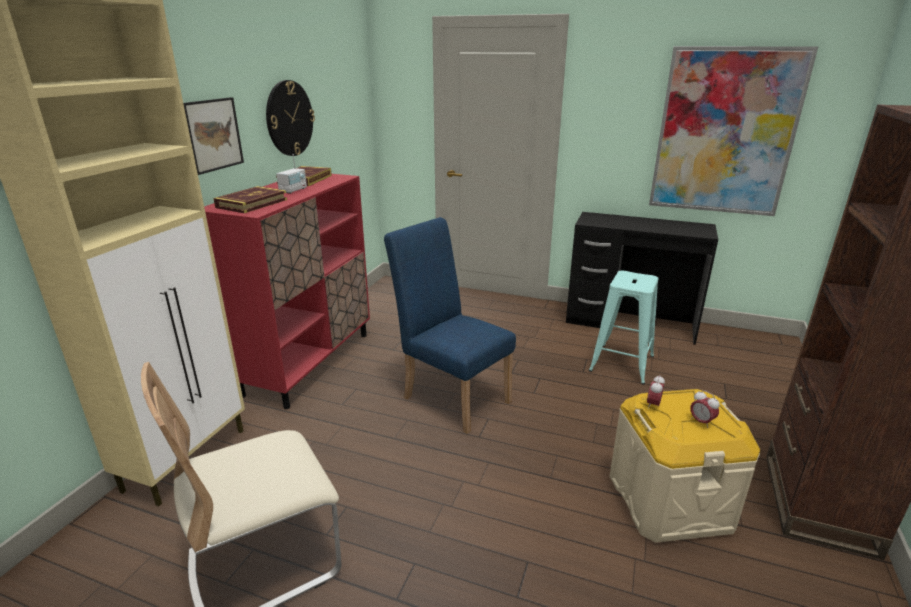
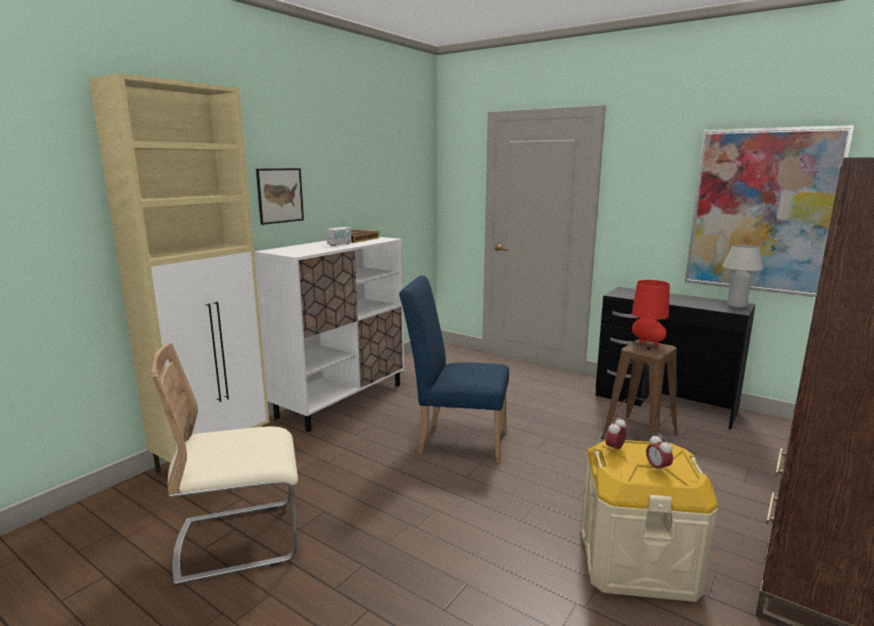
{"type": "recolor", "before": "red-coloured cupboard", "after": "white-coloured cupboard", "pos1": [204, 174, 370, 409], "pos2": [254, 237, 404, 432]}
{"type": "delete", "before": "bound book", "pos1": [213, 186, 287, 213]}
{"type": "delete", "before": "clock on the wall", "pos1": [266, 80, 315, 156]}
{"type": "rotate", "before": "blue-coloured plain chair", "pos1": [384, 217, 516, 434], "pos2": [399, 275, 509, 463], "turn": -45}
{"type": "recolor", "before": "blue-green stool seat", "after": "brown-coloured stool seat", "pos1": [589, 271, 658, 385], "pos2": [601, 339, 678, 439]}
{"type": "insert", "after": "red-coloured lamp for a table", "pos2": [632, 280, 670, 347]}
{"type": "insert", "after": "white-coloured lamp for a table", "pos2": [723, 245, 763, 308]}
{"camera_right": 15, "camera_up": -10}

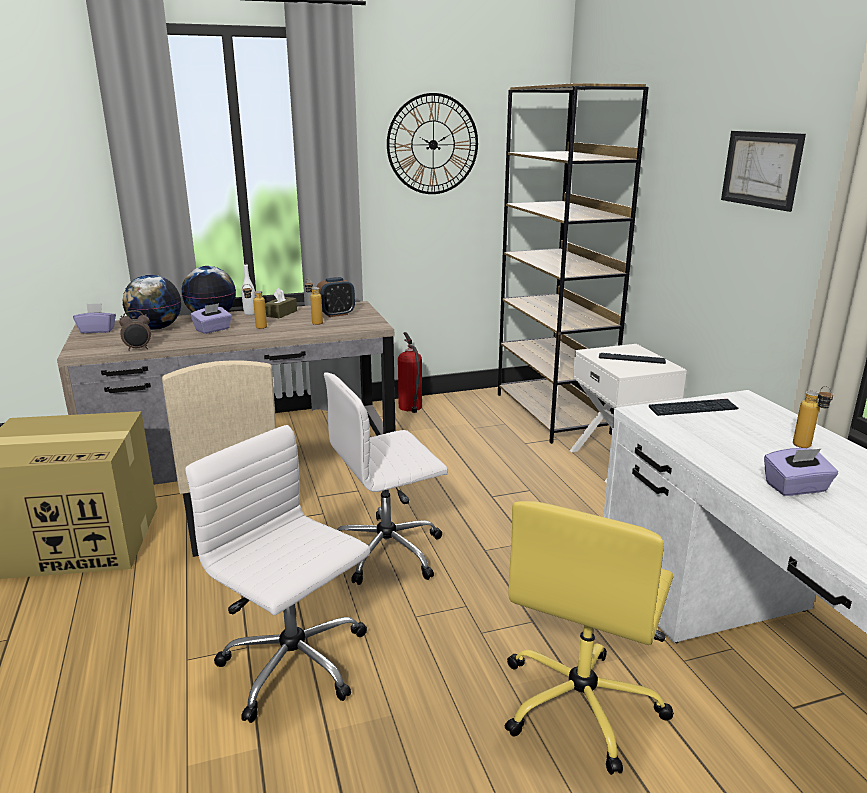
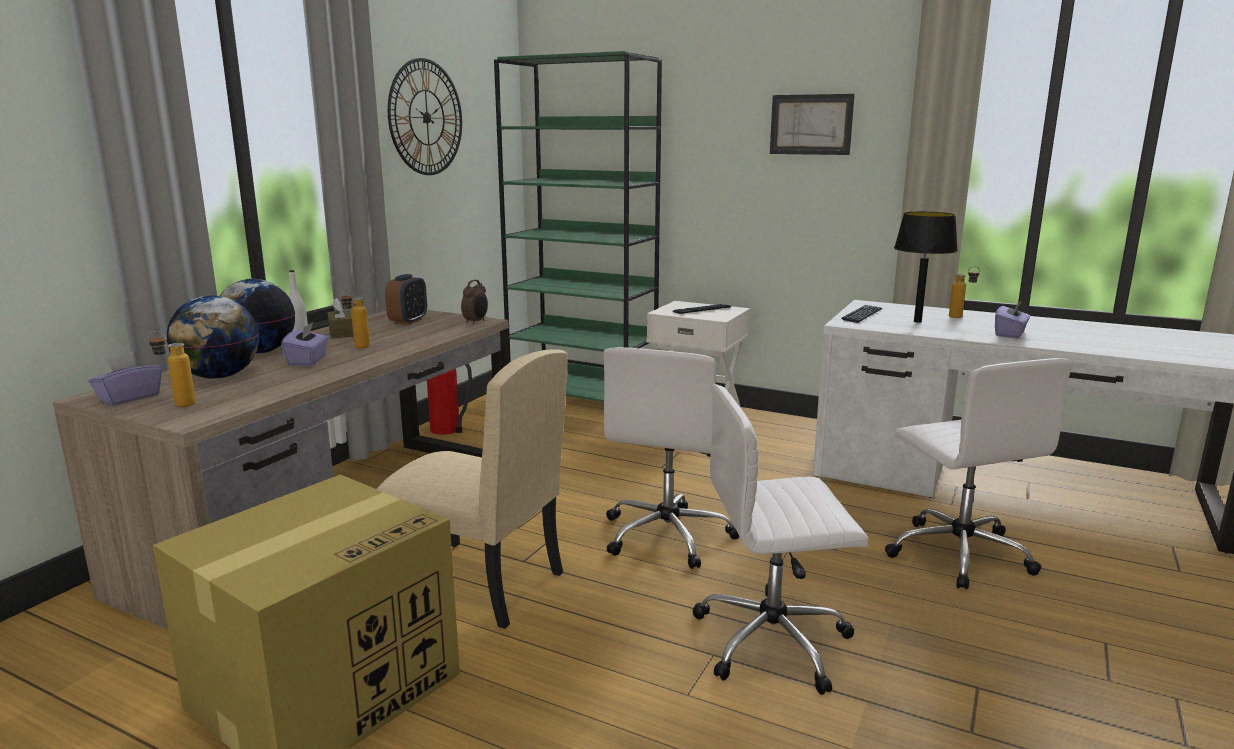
{"type": "move", "before": "alarm clock", "pos1": [119, 310, 151, 351], "pos2": [461, 280, 488, 325]}
{"type": "move", "before": "drink bottle", "pos1": [305, 279, 323, 325], "pos2": [149, 331, 196, 407]}
{"type": "recolor", "before": "brown-coloured bookcase", "after": "green-coloured bookcase", "pos1": [498, 83, 649, 444], "pos2": [494, 51, 662, 402]}
{"type": "recolor", "before": "yellow-coloured office chair", "after": "white-coloured office chair", "pos1": [505, 501, 674, 775], "pos2": [885, 358, 1073, 589]}
{"type": "insert", "after": "black-coloured lamp for a table", "pos2": [894, 211, 958, 323]}
{"camera_right": -45, "camera_up": -5}

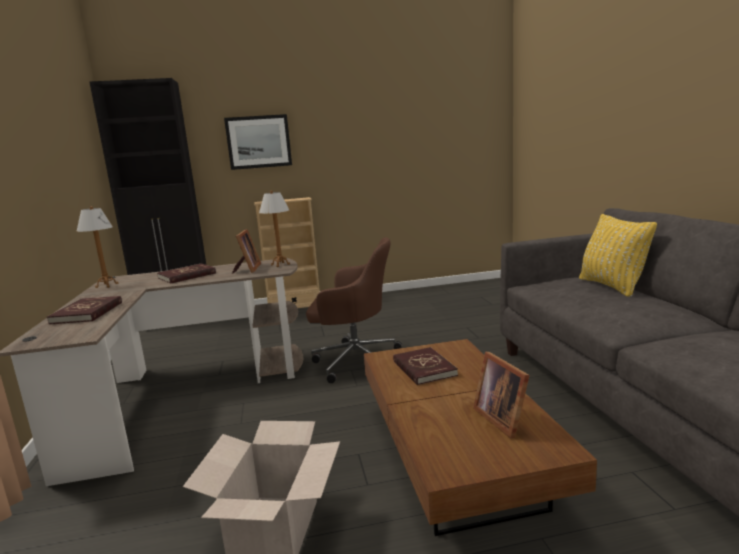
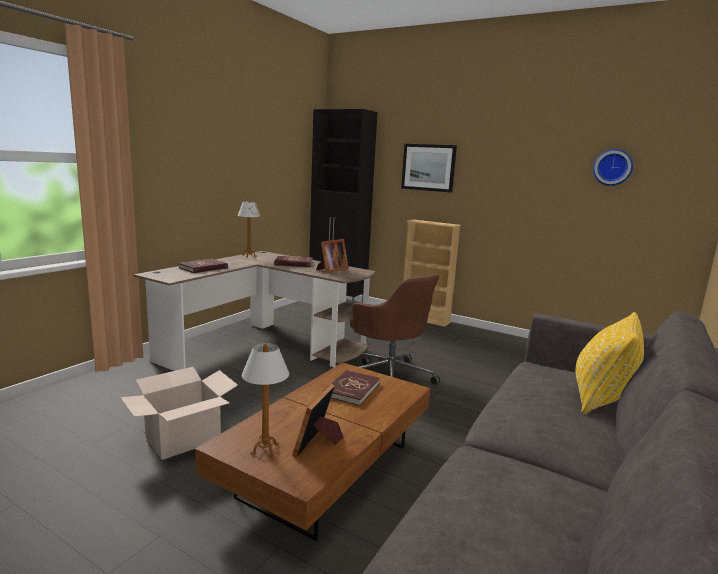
{"type": "move", "before": "lamp for a table", "pos1": [259, 190, 290, 267], "pos2": [242, 343, 289, 457]}
{"type": "insert", "after": "clock on the wall", "pos2": [593, 149, 633, 186]}
{"camera_right": 40, "camera_up": 0}

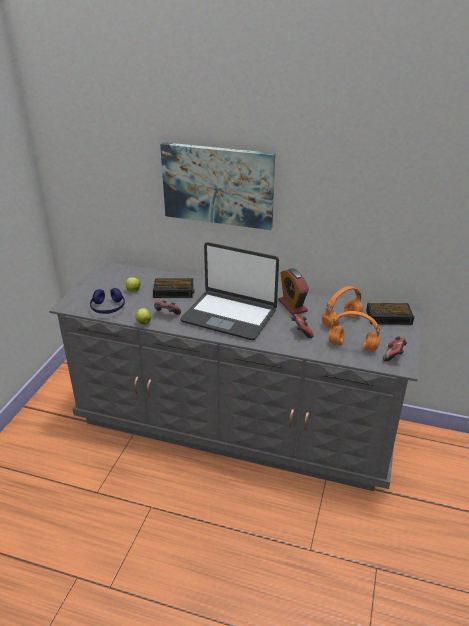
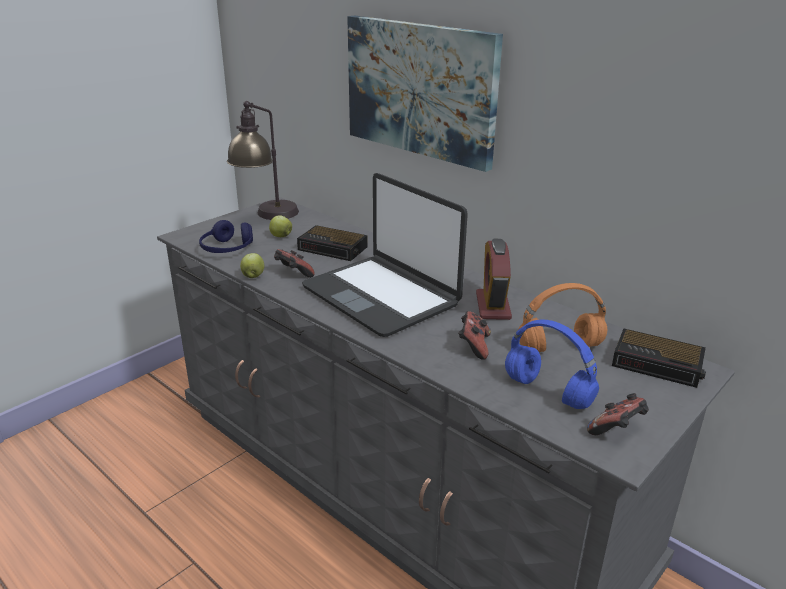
{"type": "recolor", "before": "orange-coloured headphones", "after": "blue-coloured headphones", "pos1": [329, 311, 380, 351], "pos2": [505, 320, 599, 409]}
{"type": "insert", "after": "lamp for a table", "pos2": [227, 101, 299, 220]}
{"camera_right": 25, "camera_up": -5}

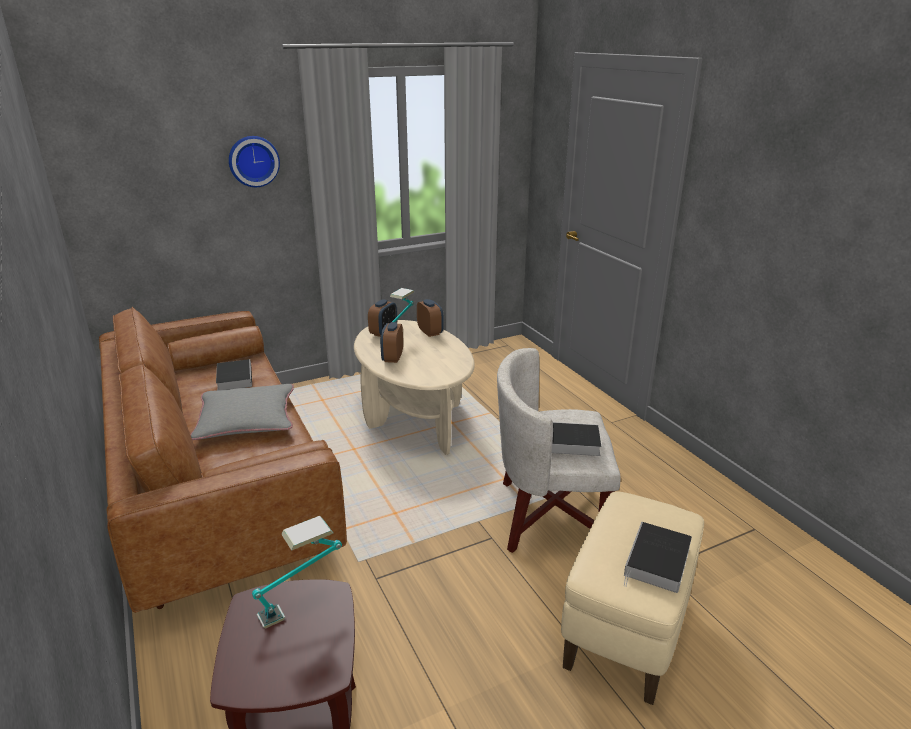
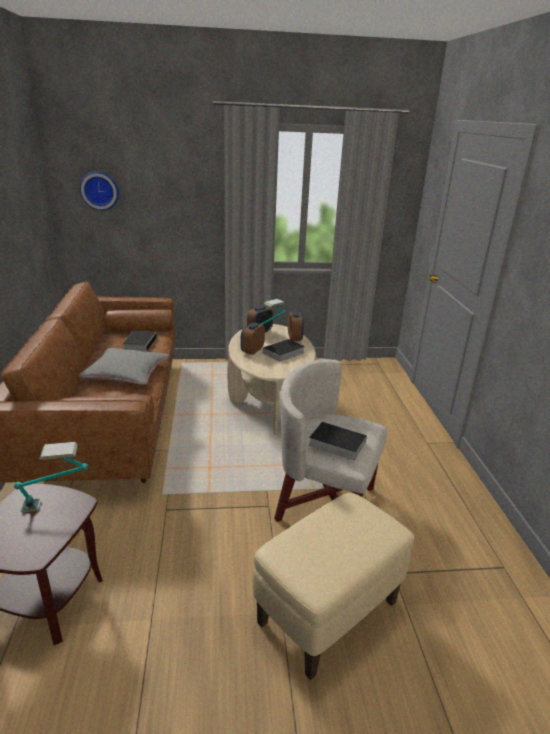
{"type": "move", "before": "clock on the wall", "pos1": [229, 136, 280, 187], "pos2": [80, 171, 119, 211]}
{"type": "move", "before": "bound book", "pos1": [624, 522, 692, 593], "pos2": [259, 339, 305, 362]}
{"camera_right": 20, "camera_up": 0}

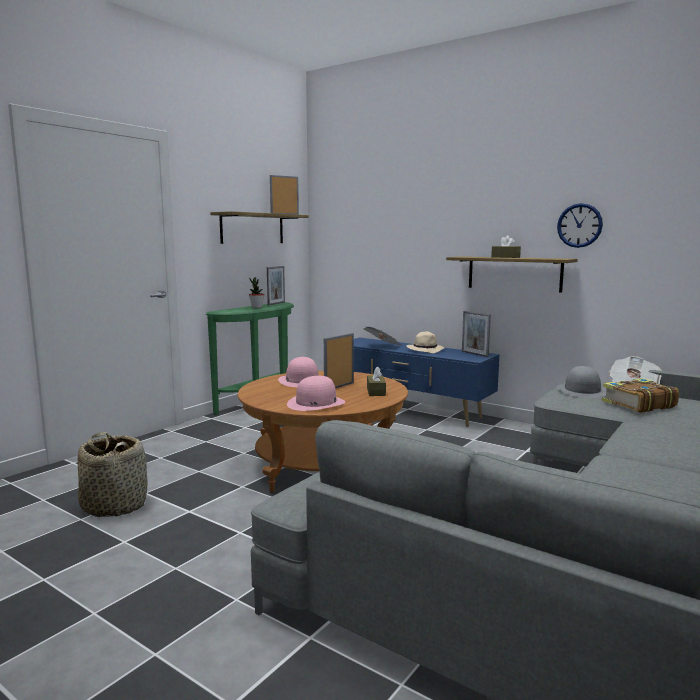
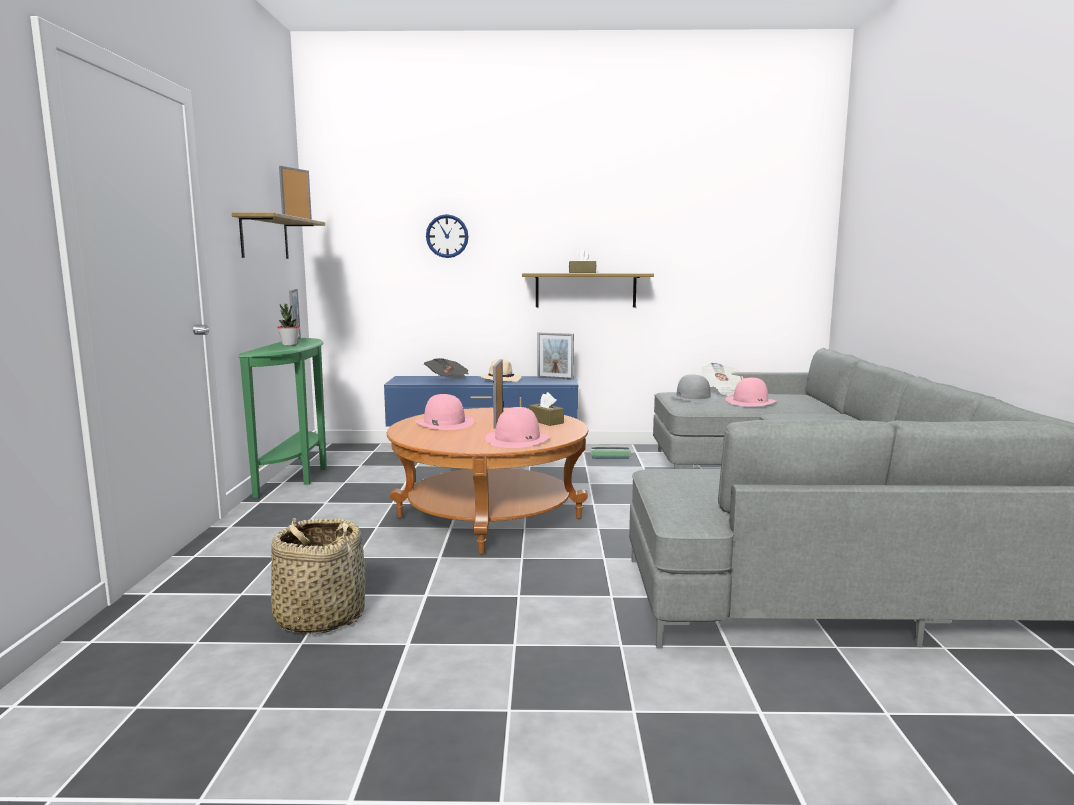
{"type": "move", "before": "clock on the wall", "pos1": [557, 203, 603, 248], "pos2": [426, 214, 469, 258]}
{"type": "replace", "before": "bound book", "after": "pinkish clothing hat", "pos1": [602, 378, 679, 413], "pos2": [726, 378, 776, 407]}
{"type": "insert", "after": "plant pot", "pos2": [590, 447, 631, 459]}
{"camera_right": -35, "camera_up": 0}

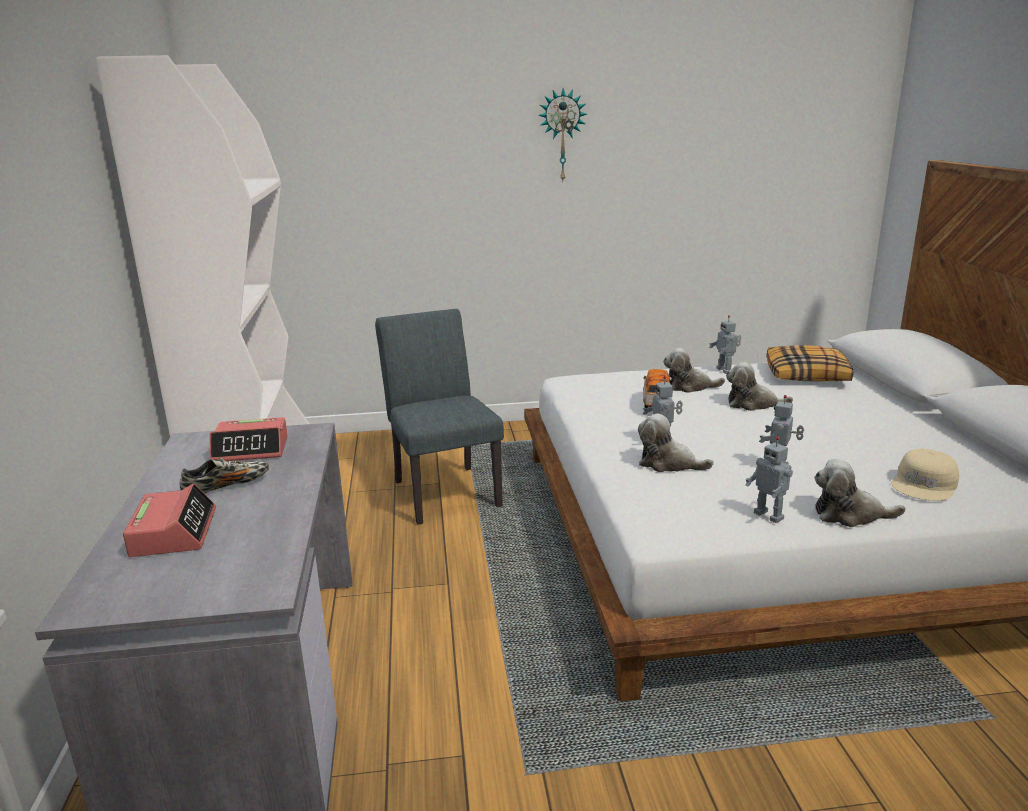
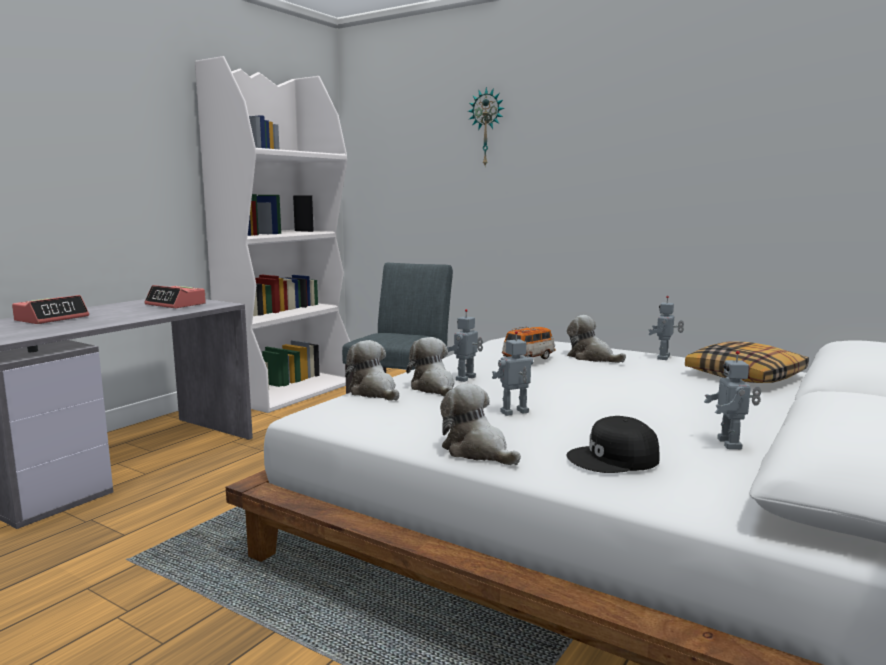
{"type": "delete", "before": "shoe", "pos1": [179, 457, 269, 494]}
{"type": "move", "before": "clock on the wall", "pos1": [538, 88, 587, 181], "pos2": [468, 87, 505, 165]}
{"type": "move", "before": "soft toy", "pos1": [726, 362, 793, 411], "pos2": [345, 340, 399, 401]}
{"type": "move", "before": "toy robot", "pos1": [745, 437, 793, 523], "pos2": [704, 351, 762, 449]}
{"type": "recolor", "before": "sand-coloured peaked cap", "after": "black-coloured peaked cap", "pos1": [891, 449, 959, 501], "pos2": [567, 416, 660, 473]}
{"camera_right": 40, "camera_up": -10}

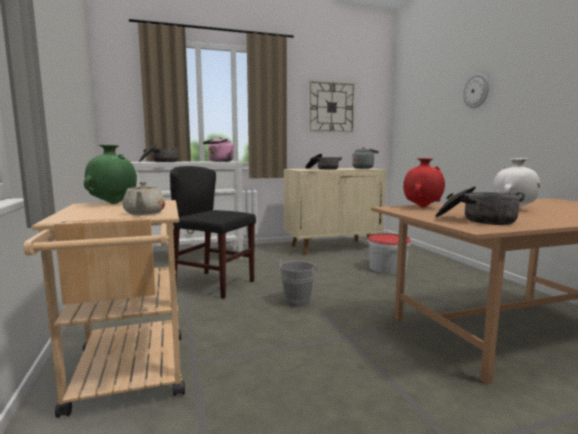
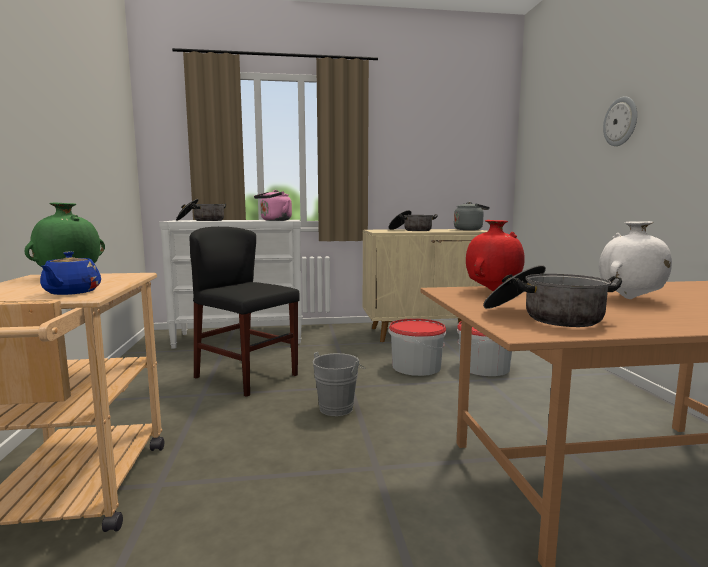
{"type": "recolor", "before": "sand-coloured teapot", "after": "blue-coloured teapot", "pos1": [123, 182, 165, 215], "pos2": [40, 251, 101, 295]}
{"type": "delete", "before": "clock on the wall", "pos1": [308, 80, 356, 134]}
{"type": "insert", "after": "bucket", "pos2": [389, 318, 446, 376]}
{"camera_right": 10, "camera_up": 0}

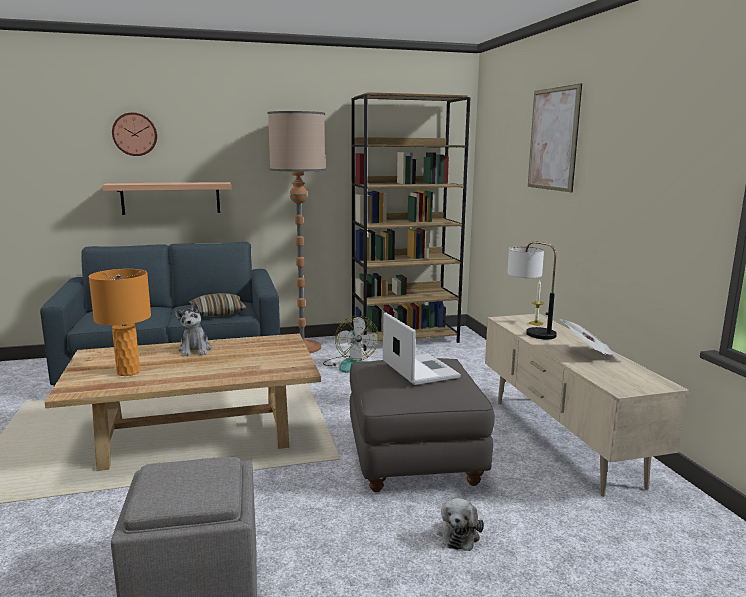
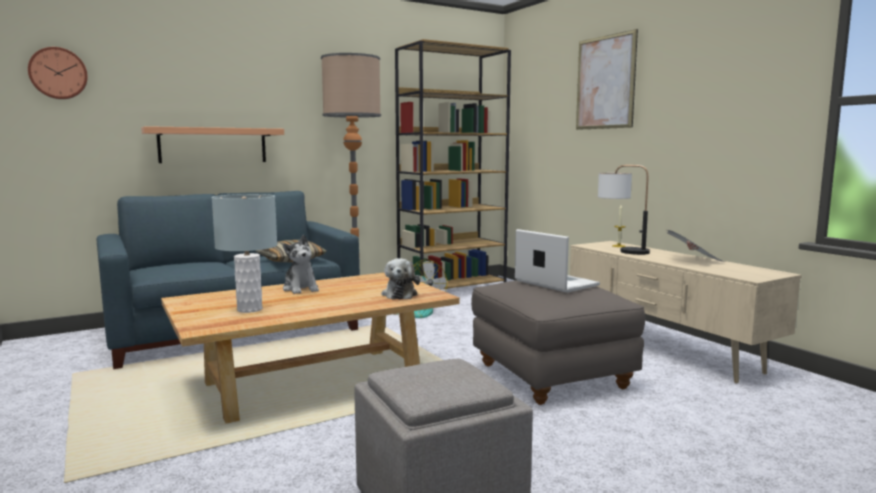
{"type": "recolor", "before": "orange-coloured lamp for a table", "after": "greyish lamp for a table", "pos1": [89, 269, 151, 376], "pos2": [212, 194, 277, 313]}
{"type": "move", "before": "clock on the wall", "pos1": [112, 112, 157, 156], "pos2": [28, 47, 88, 99]}
{"type": "move", "before": "soft toy", "pos1": [437, 498, 484, 551], "pos2": [382, 258, 420, 299]}
{"camera_right": -15, "camera_up": -5}

